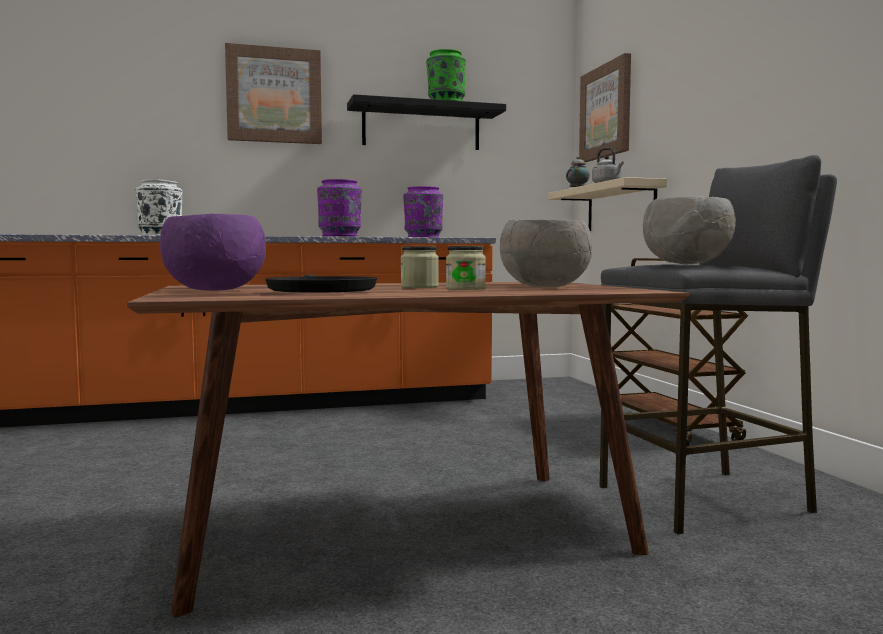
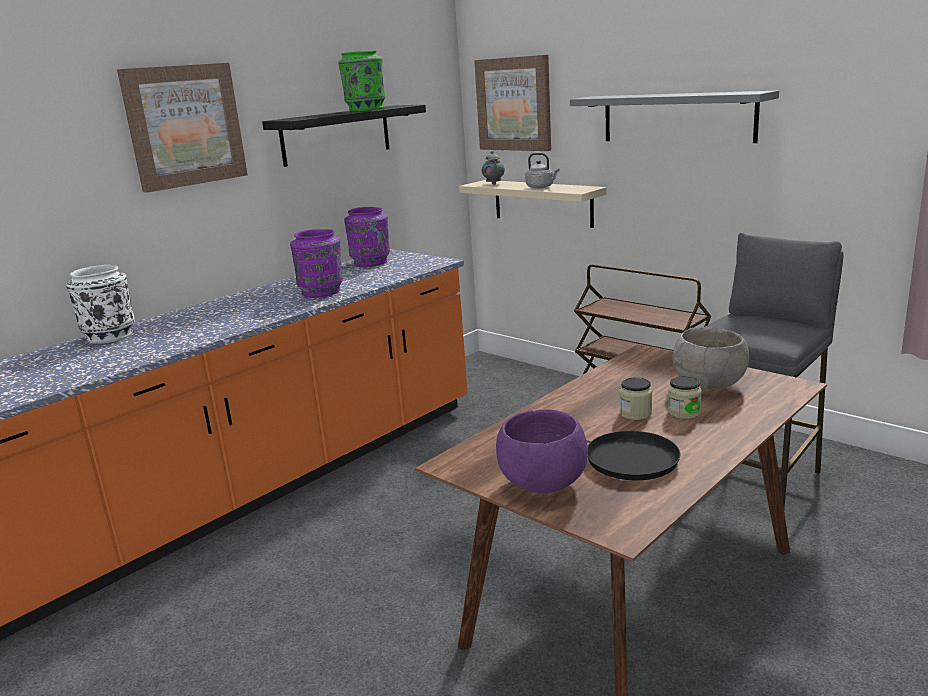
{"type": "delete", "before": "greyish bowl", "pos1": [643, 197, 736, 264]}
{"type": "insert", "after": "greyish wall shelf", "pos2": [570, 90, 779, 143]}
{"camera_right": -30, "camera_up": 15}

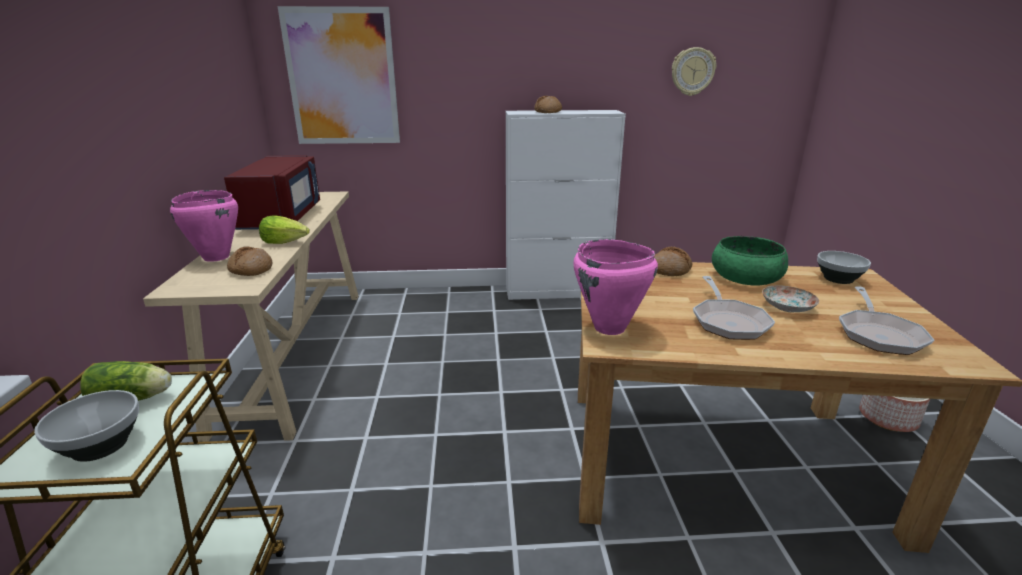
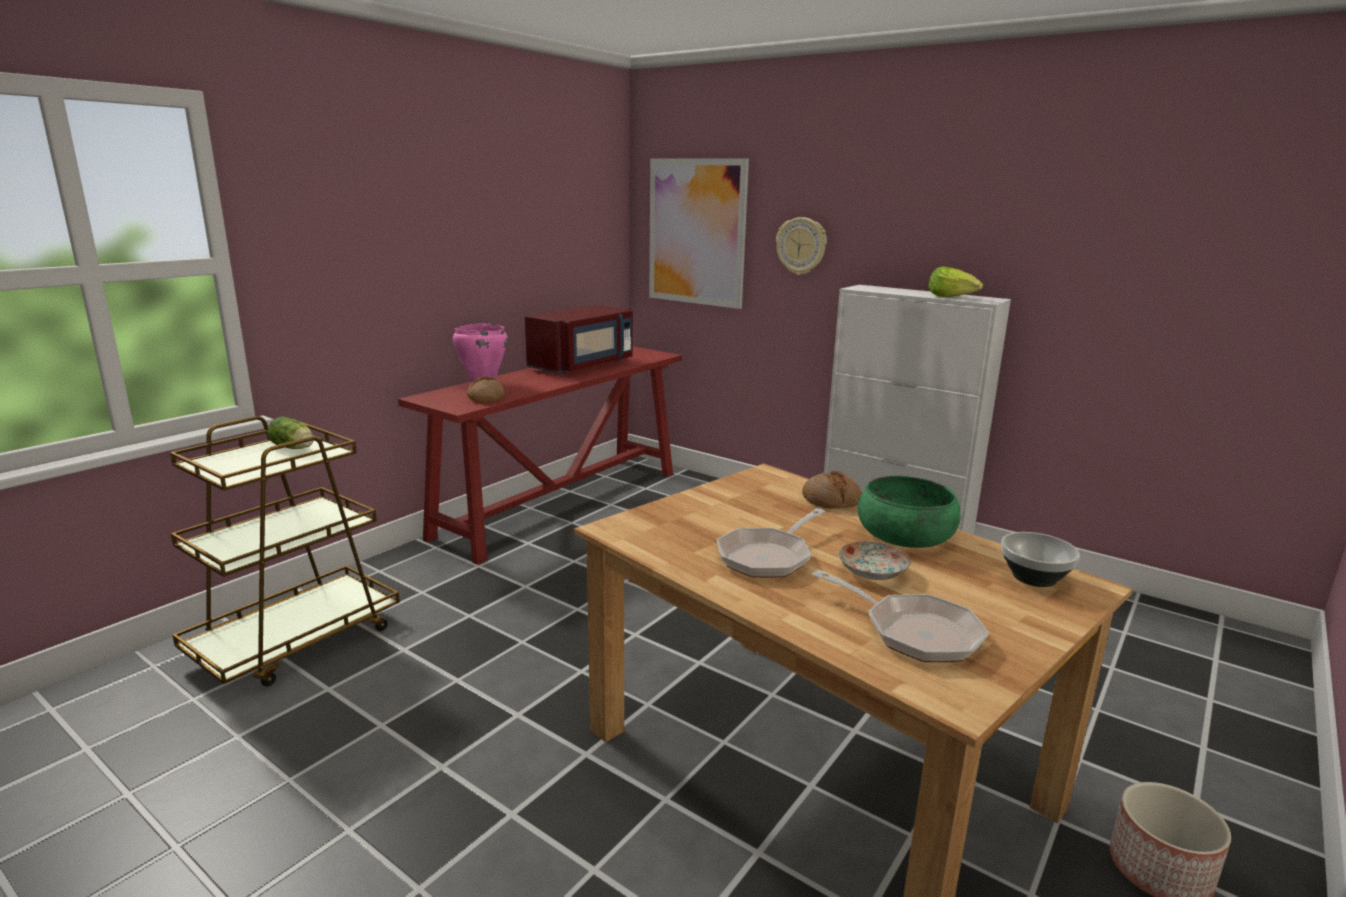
{"type": "delete", "before": "bowl", "pos1": [34, 390, 139, 462]}
{"type": "recolor", "before": "sand-coloured hall table", "after": "red-coloured hall table", "pos1": [143, 192, 359, 442], "pos2": [398, 347, 682, 565]}
{"type": "move", "before": "lettuce", "pos1": [259, 215, 310, 244], "pos2": [929, 266, 983, 297]}
{"type": "delete", "before": "bakery bread", "pos1": [534, 96, 562, 113]}
{"type": "delete", "before": "pinkish saucepot", "pos1": [573, 239, 658, 335]}
{"type": "move", "before": "clock on the wall", "pos1": [672, 47, 717, 96], "pos2": [776, 217, 827, 275]}
{"type": "rotate", "before": "pan", "pos1": [839, 286, 934, 355], "pos2": [812, 570, 989, 662], "turn": -105}
{"camera_right": 40, "camera_up": -5}

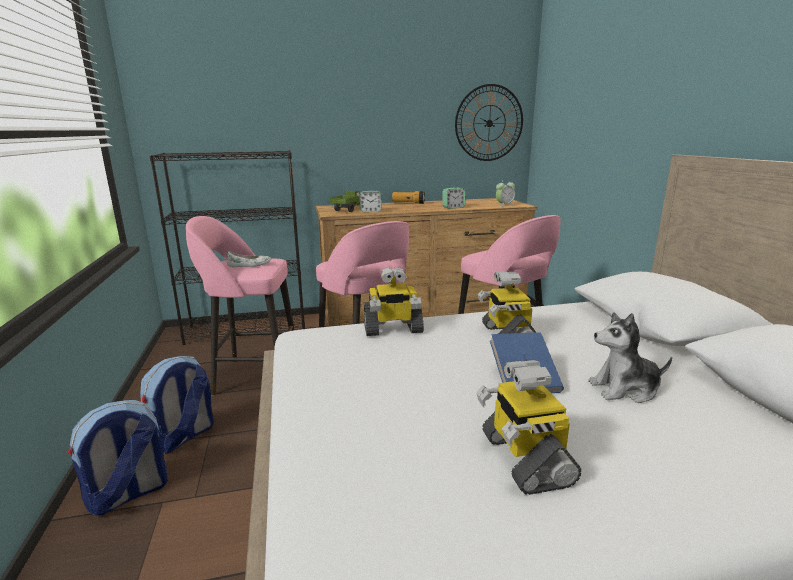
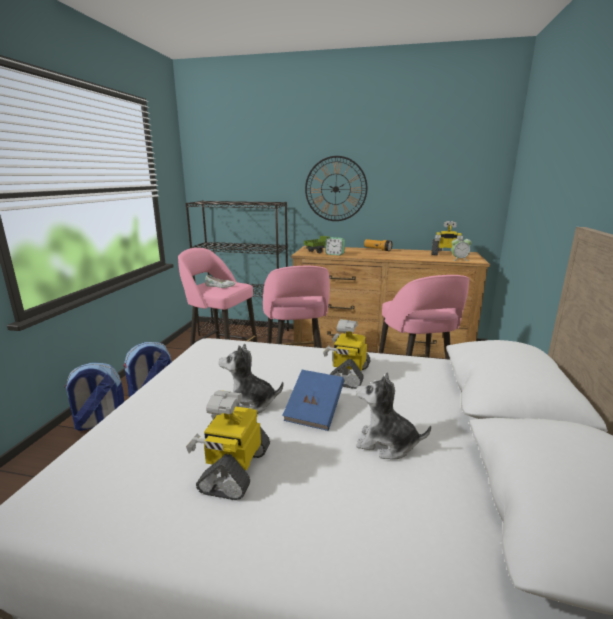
{"type": "move", "before": "toy robot", "pos1": [364, 267, 424, 336], "pos2": [431, 221, 464, 256]}
{"type": "delete", "before": "alarm clock", "pos1": [442, 188, 465, 209]}
{"type": "move", "before": "clock on the wall", "pos1": [455, 84, 523, 161], "pos2": [305, 156, 367, 221]}
{"type": "insert", "after": "soft toy", "pos2": [219, 344, 283, 414]}
{"camera_right": 25, "camera_up": 0}

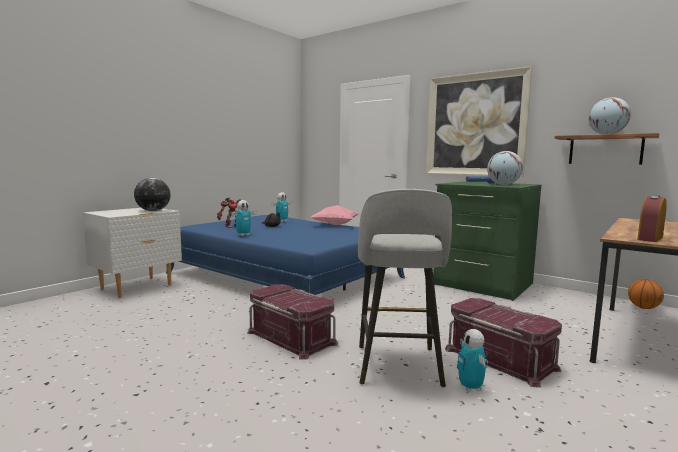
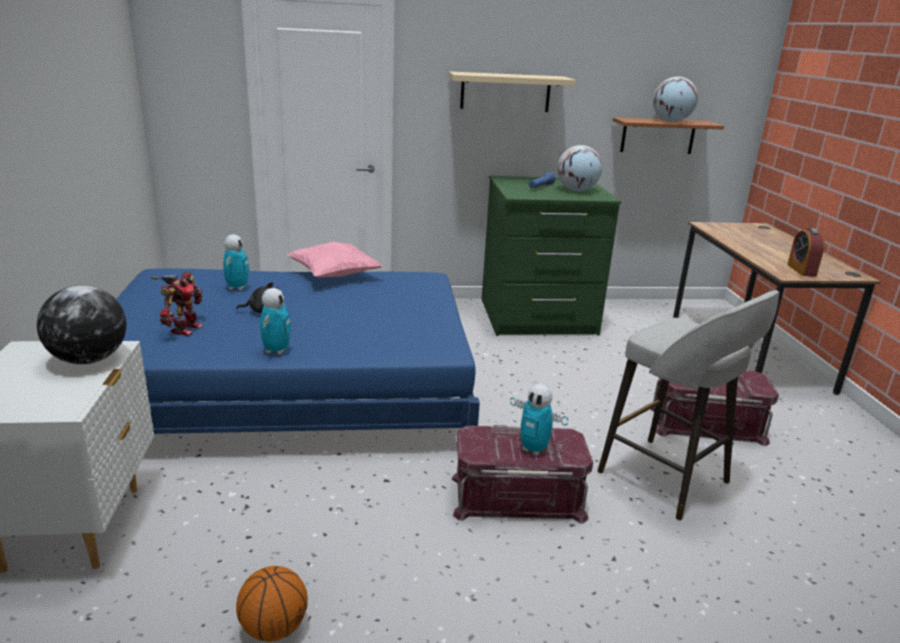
{"type": "replace", "before": "picture", "after": "sand-coloured wall shelf", "pos1": [426, 66, 533, 177], "pos2": [449, 72, 576, 112]}
{"type": "move", "before": "toy robot", "pos1": [457, 329, 488, 392], "pos2": [510, 384, 568, 456]}
{"type": "move", "before": "basketball ball", "pos1": [628, 279, 664, 309], "pos2": [236, 566, 308, 641]}
{"camera_right": -45, "camera_up": 15}

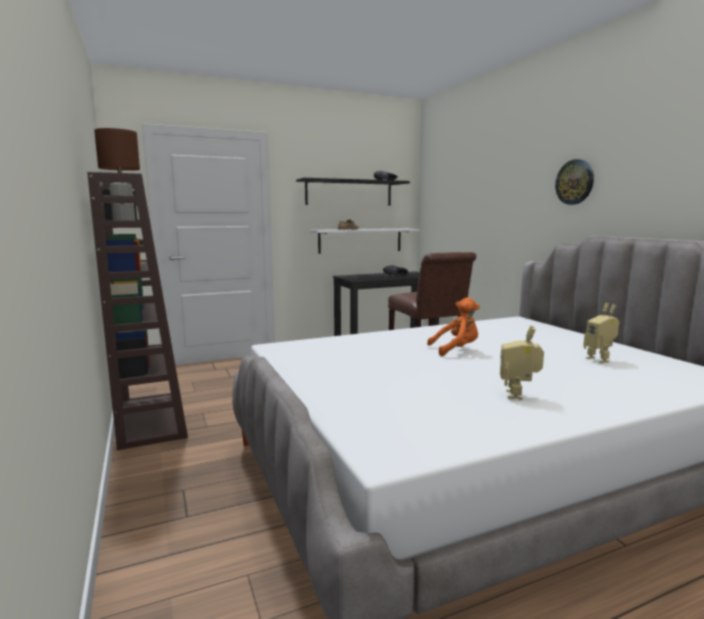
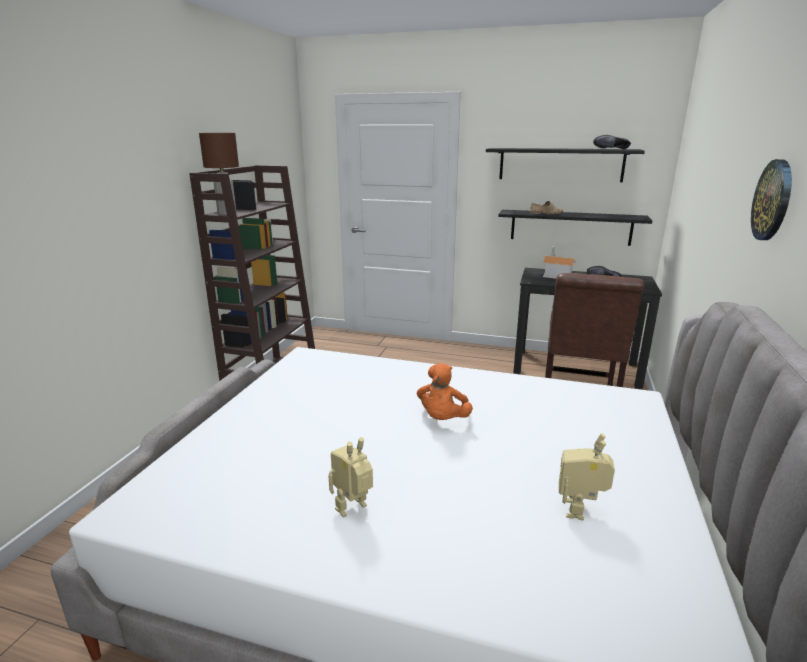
{"type": "recolor", "before": "white-coloured wall shelf", "after": "black-coloured wall shelf", "pos1": [310, 229, 419, 254], "pos2": [498, 210, 652, 246]}
{"type": "rotate", "before": "orange-coloured soft toy", "pos1": [427, 297, 480, 356], "pos2": [417, 363, 473, 420], "turn": 75}
{"type": "insert", "after": "miniature house", "pos2": [543, 247, 575, 279]}
{"camera_right": 40, "camera_up": 10}

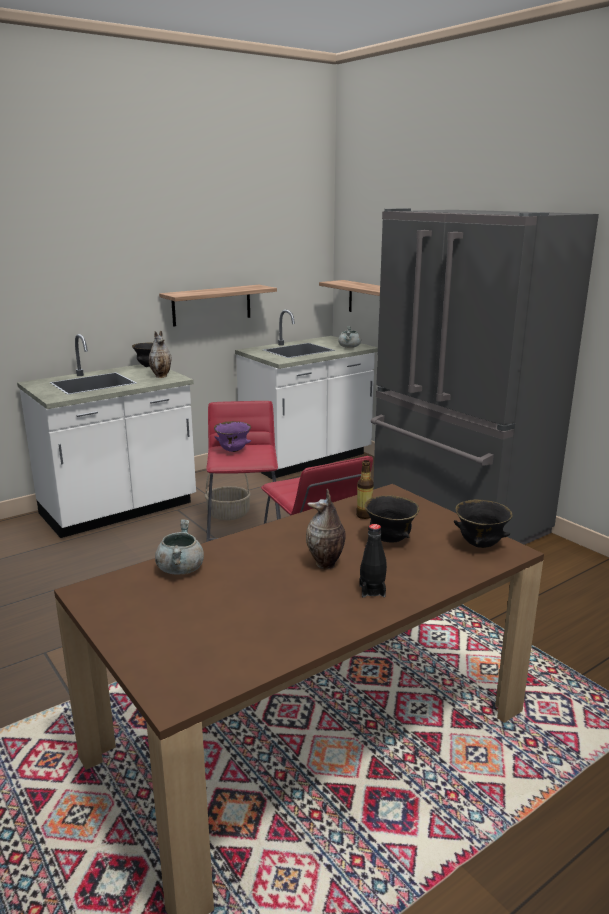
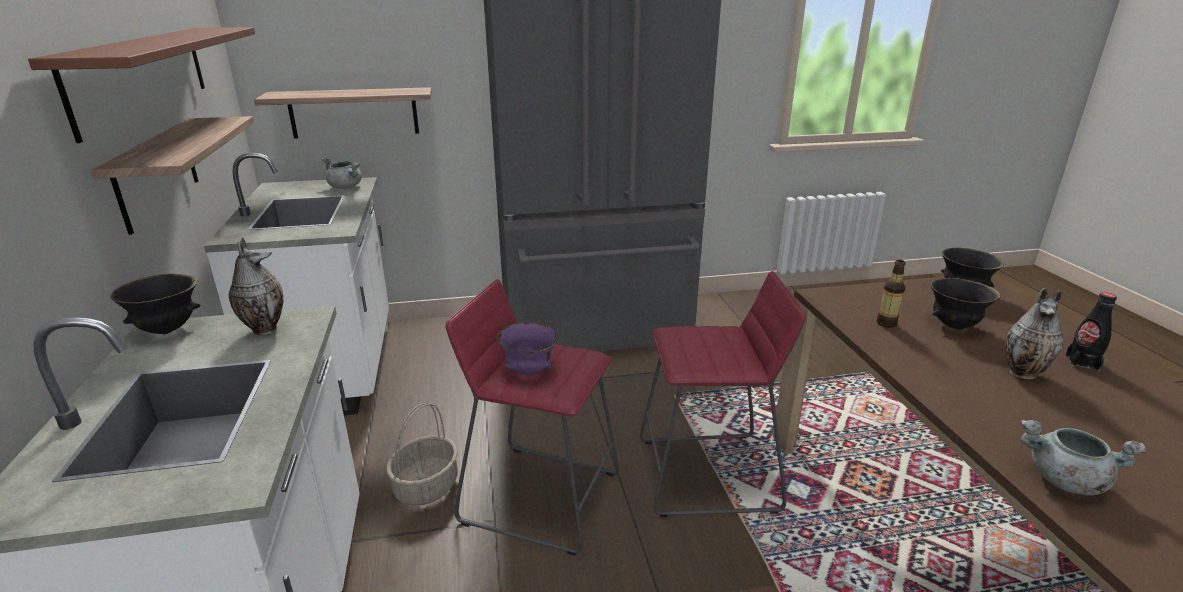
{"type": "insert", "after": "brown-coloured wall shelf", "pos2": [28, 27, 255, 143]}
{"camera_right": -65, "camera_up": 5}

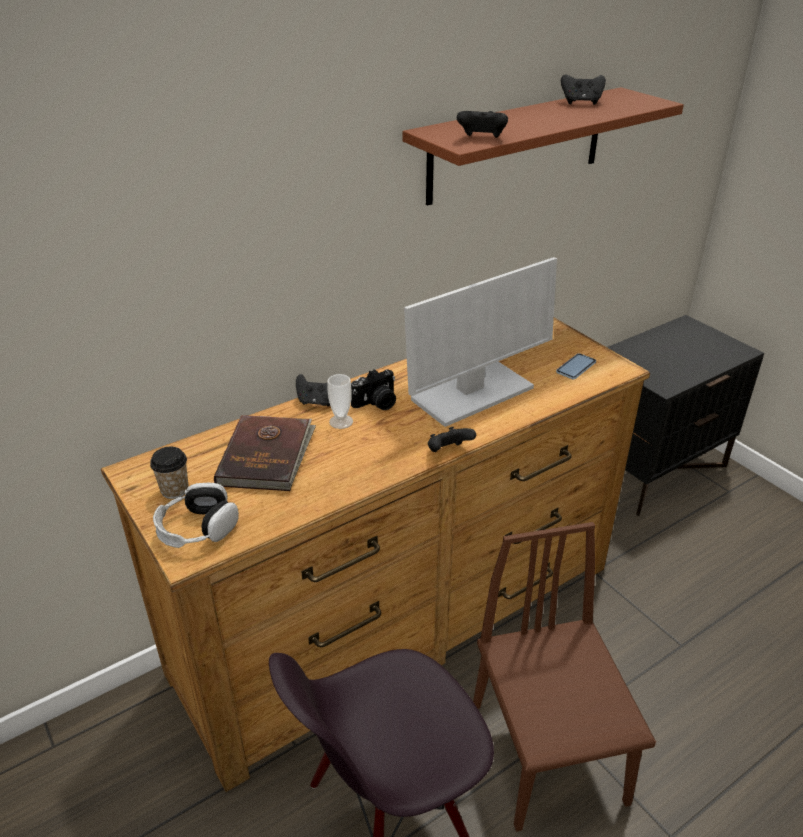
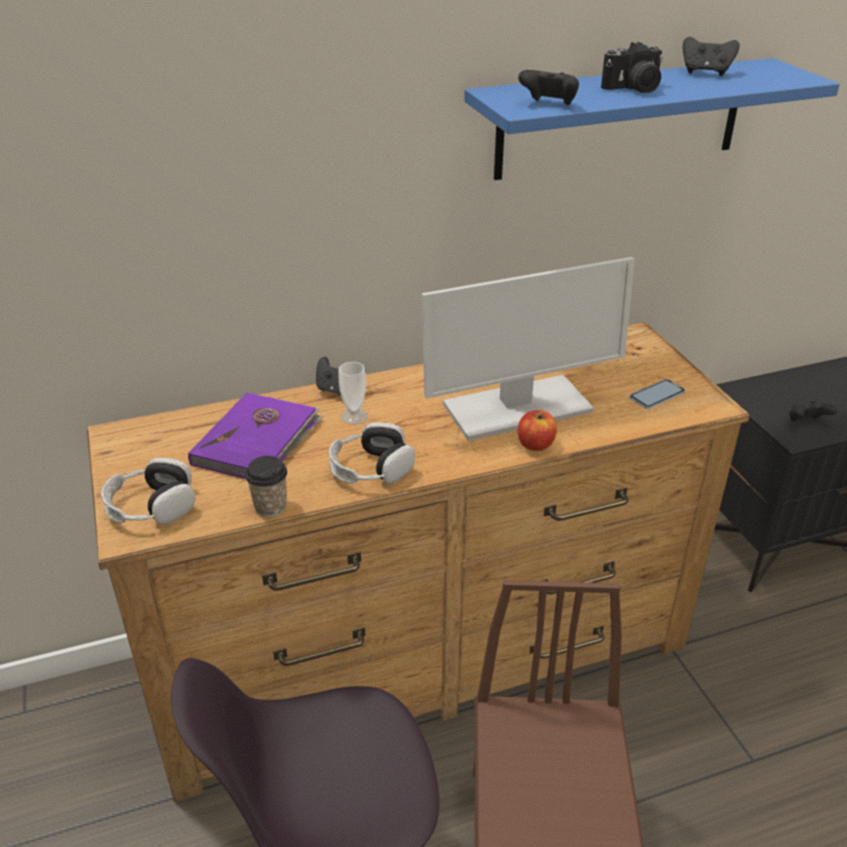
{"type": "move", "before": "cup", "pos1": [150, 447, 189, 499], "pos2": [245, 456, 287, 517]}
{"type": "recolor", "before": "brown-coloured bound book", "after": "purple bound book", "pos1": [214, 415, 316, 491], "pos2": [188, 392, 324, 479]}
{"type": "move", "before": "still camera", "pos1": [351, 369, 396, 410], "pos2": [601, 42, 663, 93]}
{"type": "recolor", "before": "brown-coloured wall shelf", "after": "blue-coloured wall shelf", "pos1": [402, 87, 684, 206], "pos2": [464, 58, 840, 180]}
{"type": "move", "before": "black-coloured gamepad", "pos1": [428, 427, 476, 452], "pos2": [789, 401, 838, 421]}
{"type": "insert", "after": "headphones", "pos2": [329, 422, 415, 484]}
{"type": "insert", "after": "apple fruit", "pos2": [518, 410, 557, 451]}
{"camera_right": 15, "camera_up": 0}

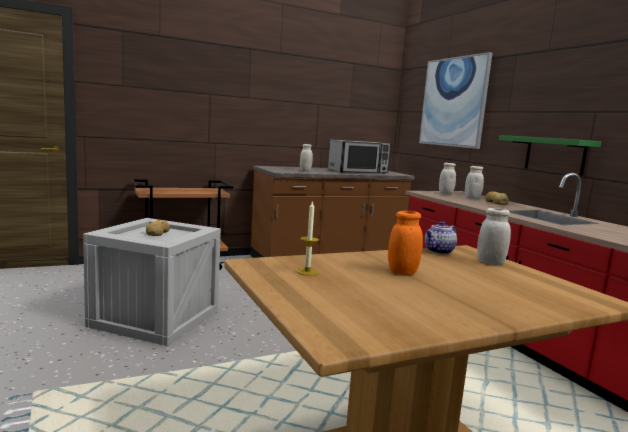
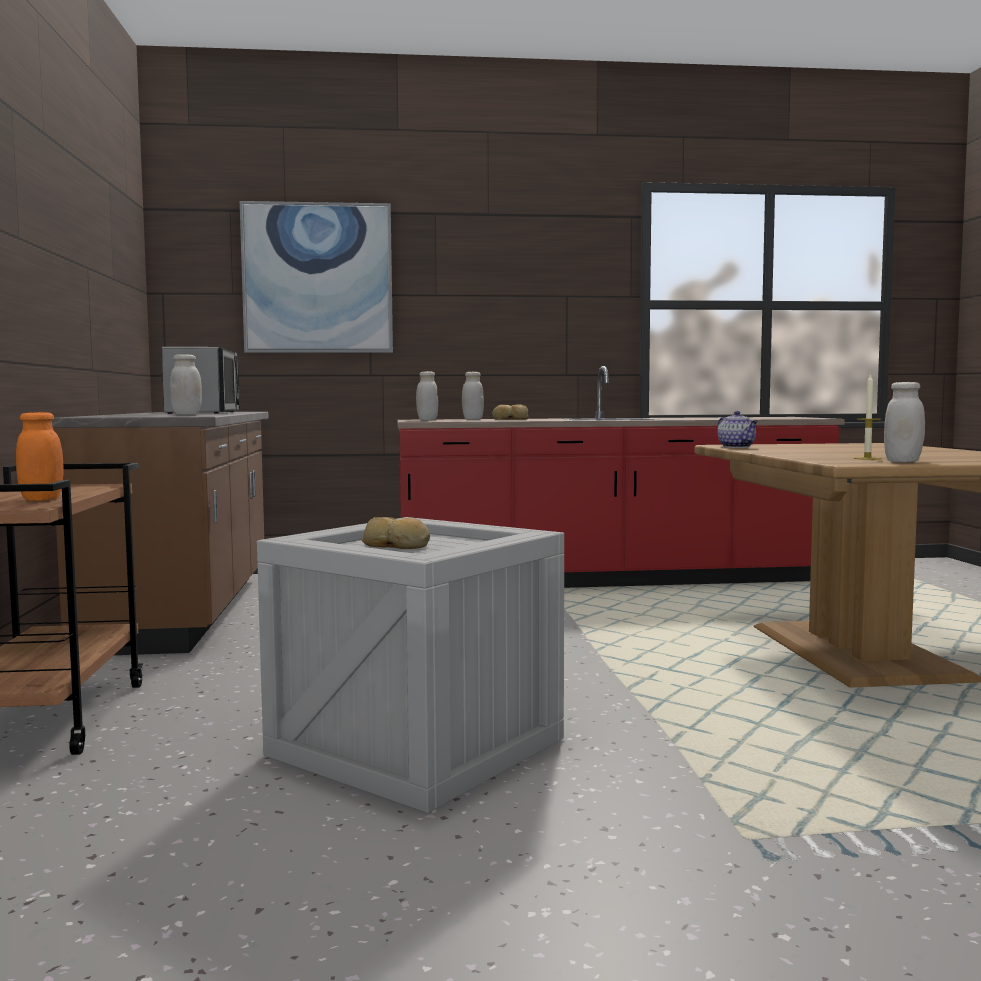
{"type": "move", "before": "orange-coloured jar", "pos1": [388, 211, 423, 275], "pos2": [16, 412, 64, 501]}
{"type": "move", "before": "white-coloured jar", "pos1": [477, 208, 511, 265], "pos2": [884, 382, 925, 462]}
{"type": "delete", "before": "green-coloured wall shelf", "pos1": [499, 135, 601, 176]}
{"camera_right": -70, "camera_up": -5}

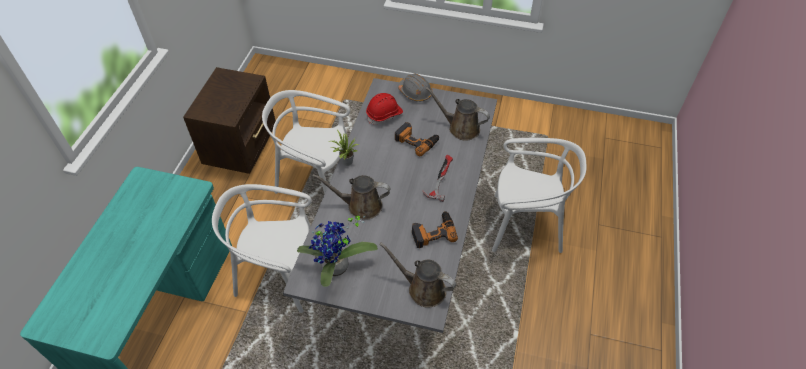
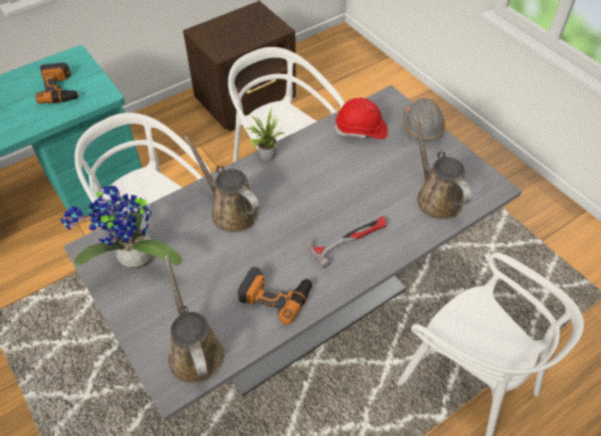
{"type": "move", "before": "power drill", "pos1": [395, 122, 439, 156], "pos2": [35, 62, 80, 104]}
{"camera_right": 40, "camera_up": 0}

